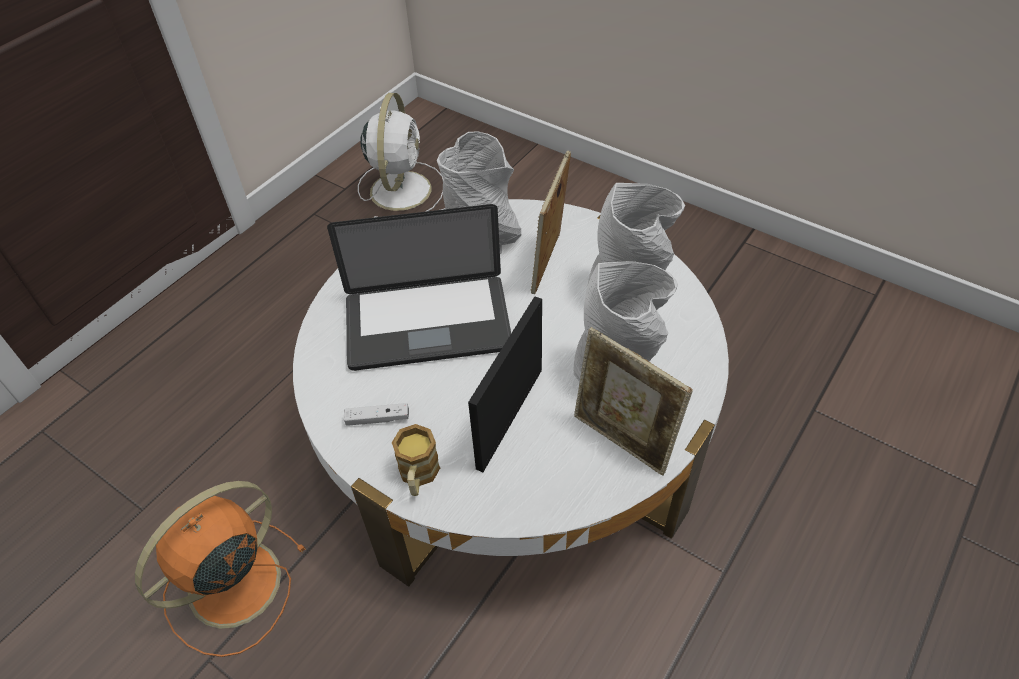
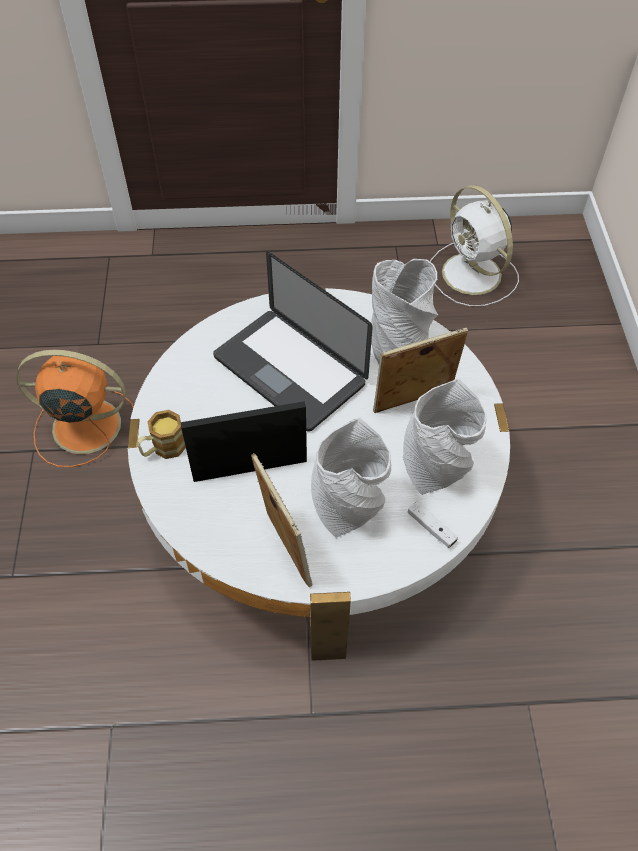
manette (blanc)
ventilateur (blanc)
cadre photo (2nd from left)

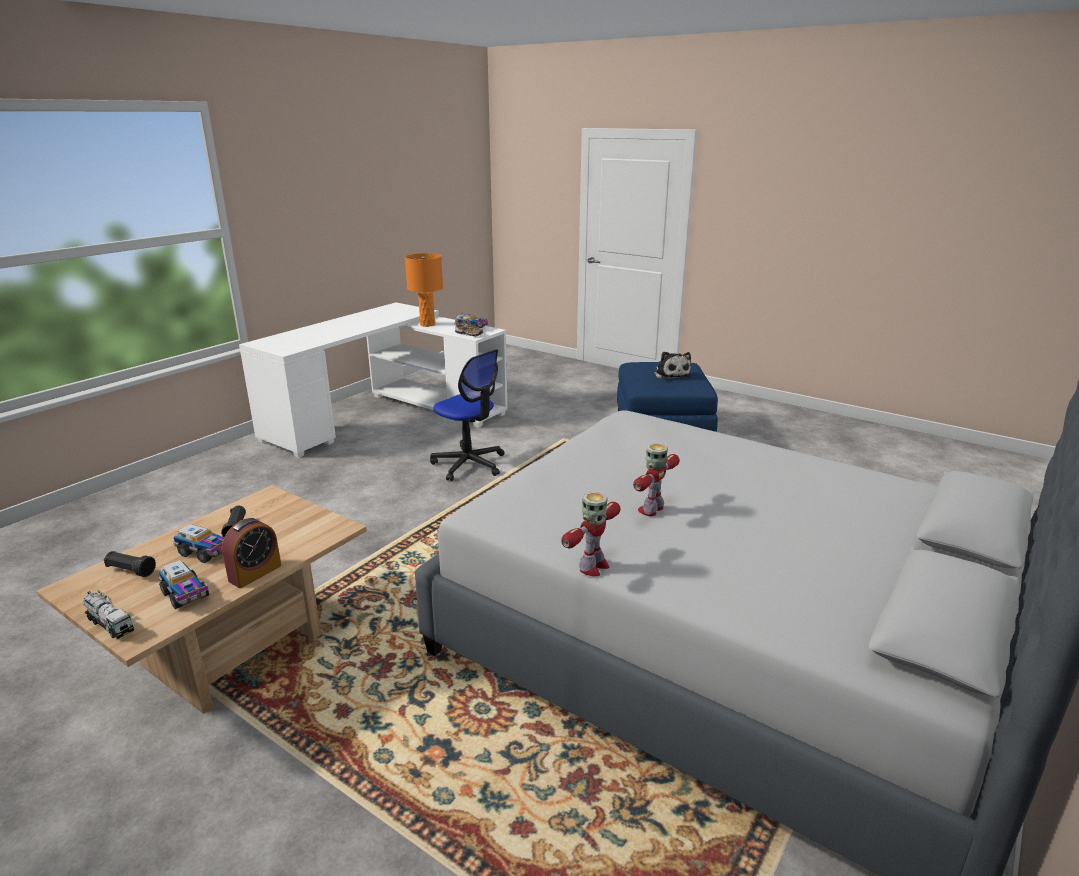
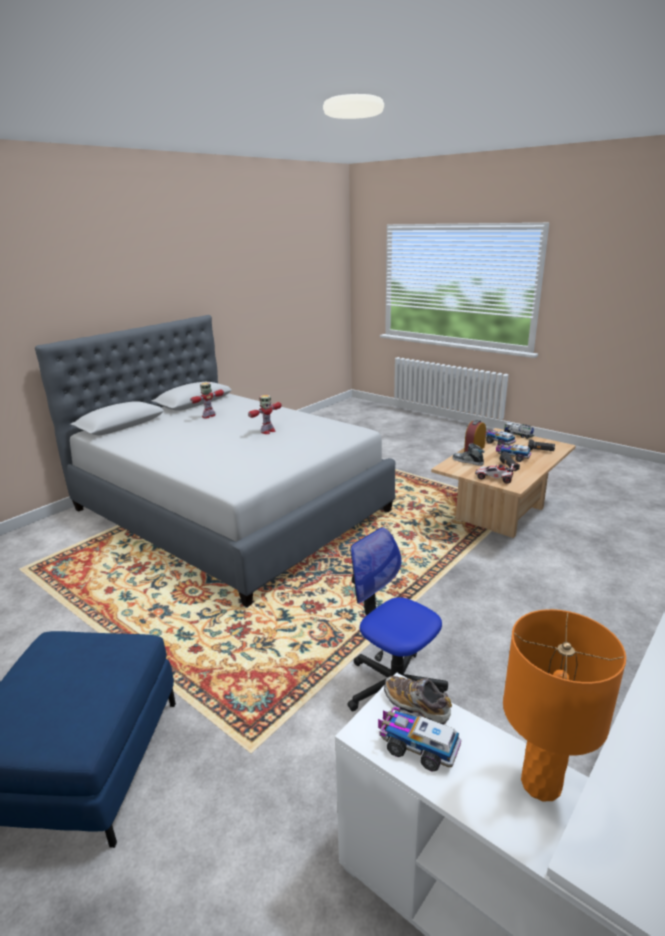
peluche
chaussure (2nd from left)
petite voiture
robot jouet (1st from left)

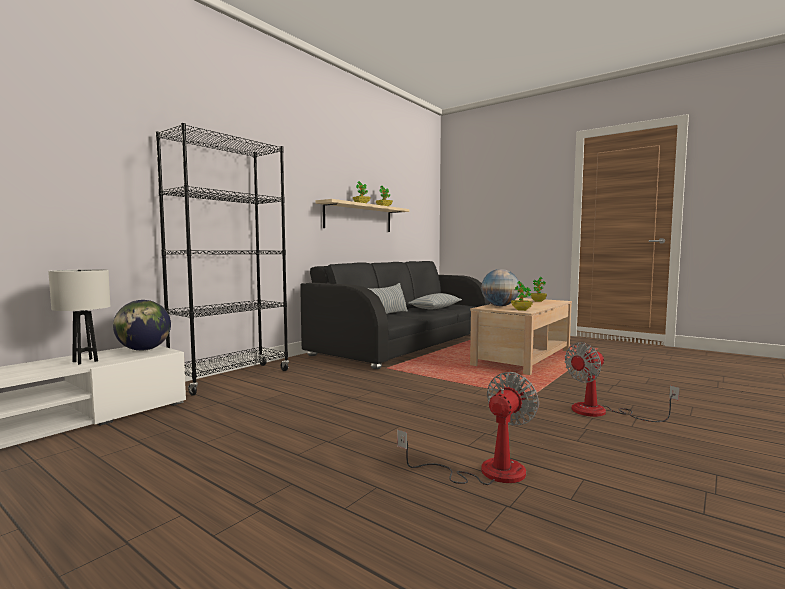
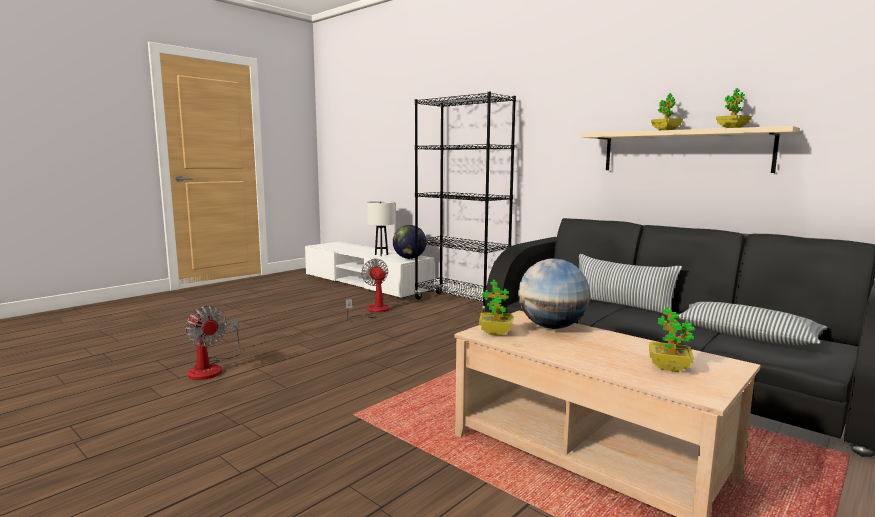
ventilateur (2nd from left)

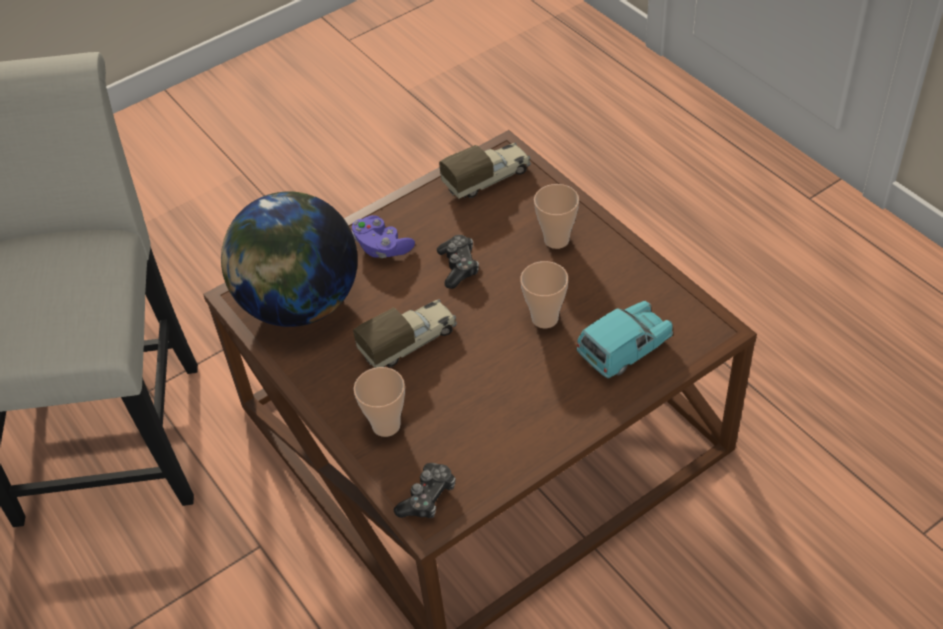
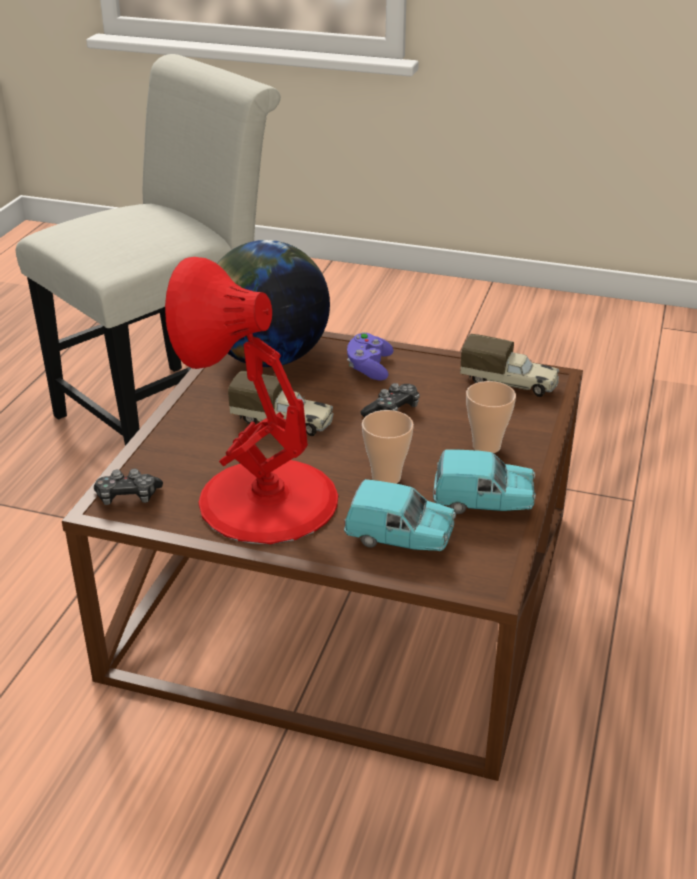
tasse (1st from left in the first image)
lampe de table (rouge)
petite voiture (turquoise) (2nd from left)

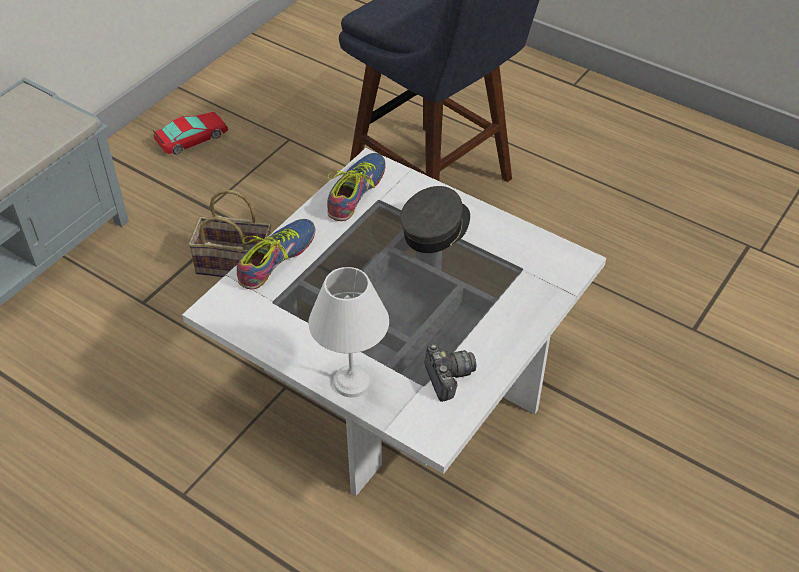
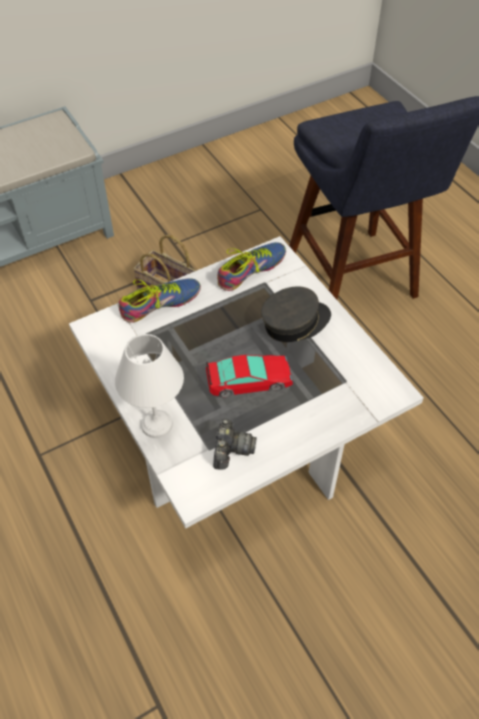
petite voiture

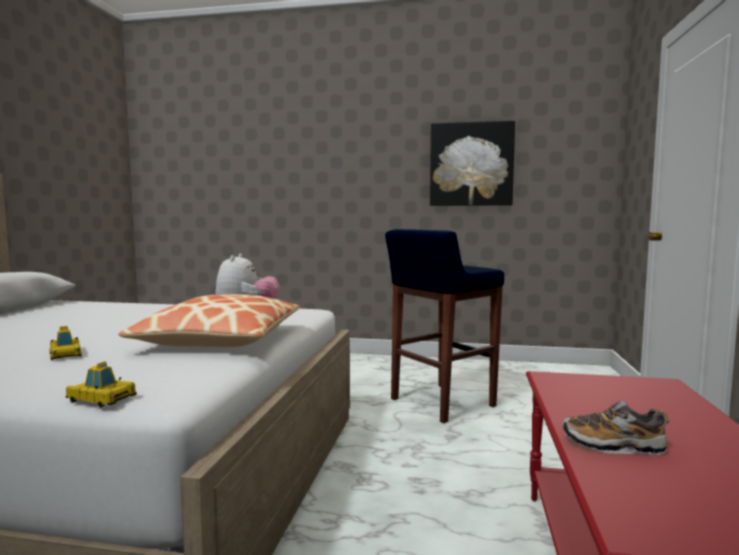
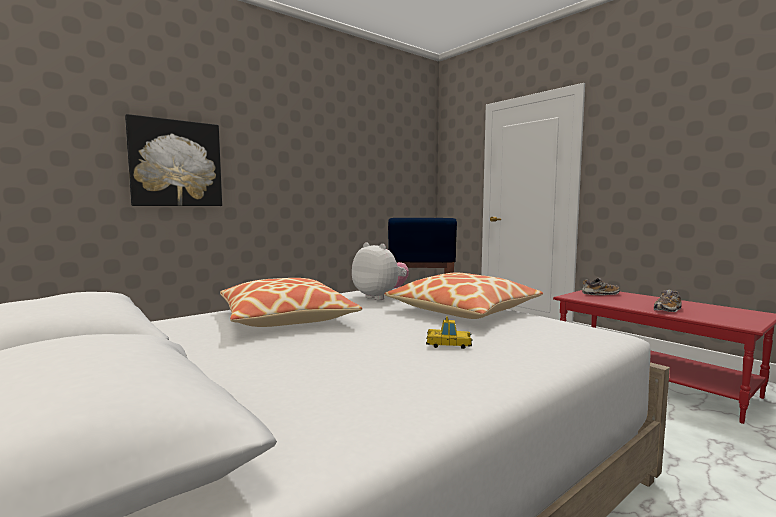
petite voiture (2nd from left in the first image)
coussin (1st from left)
chaussure (1st from left)
tableau

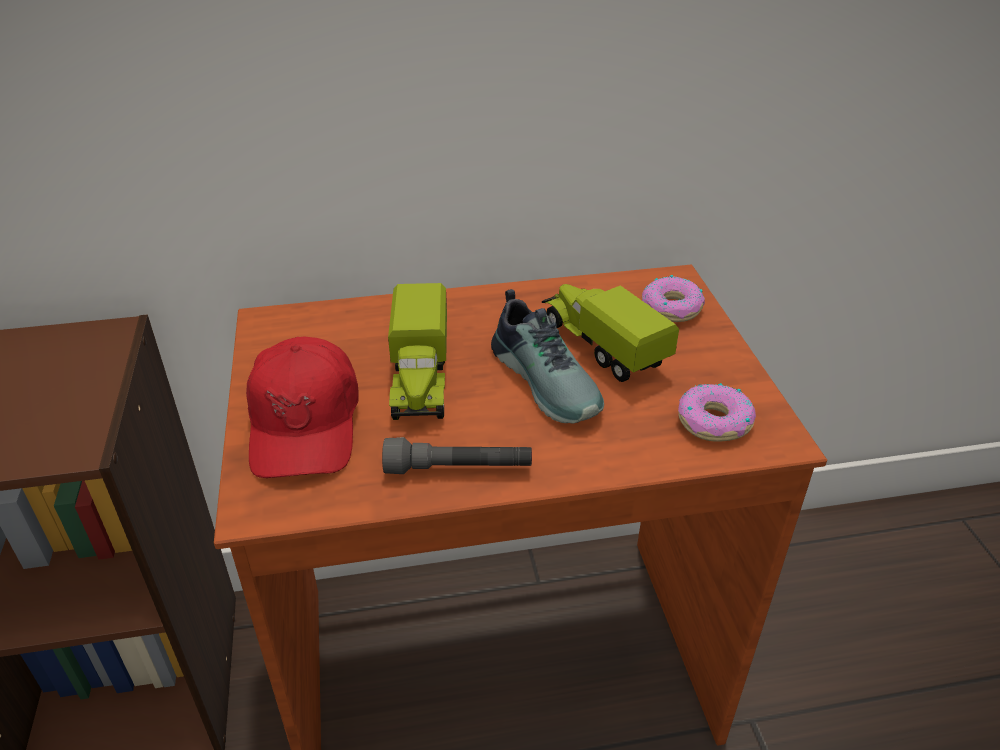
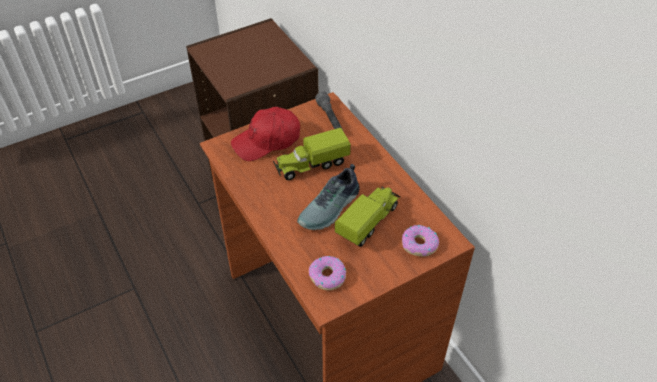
lampe de poche (gris)

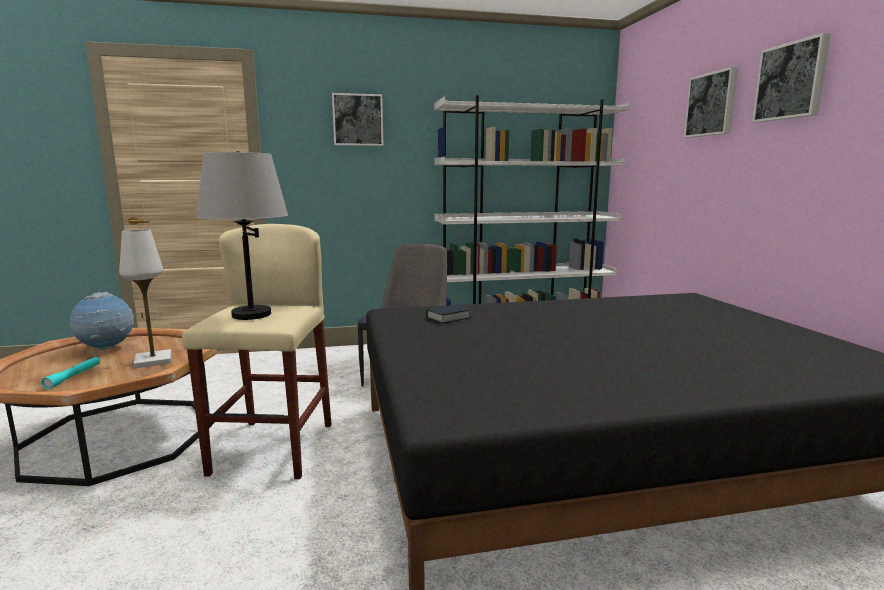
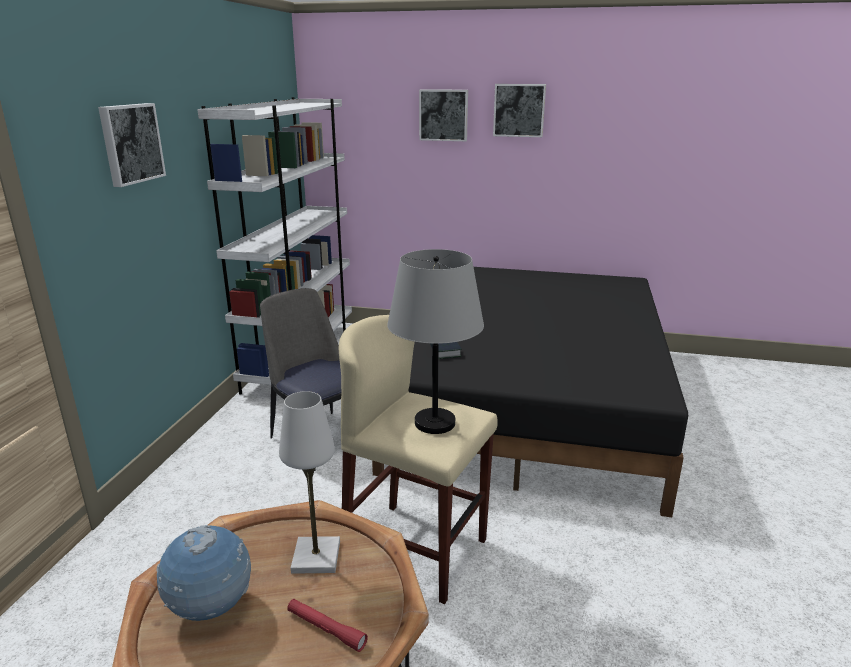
lampe de poche (rouge)

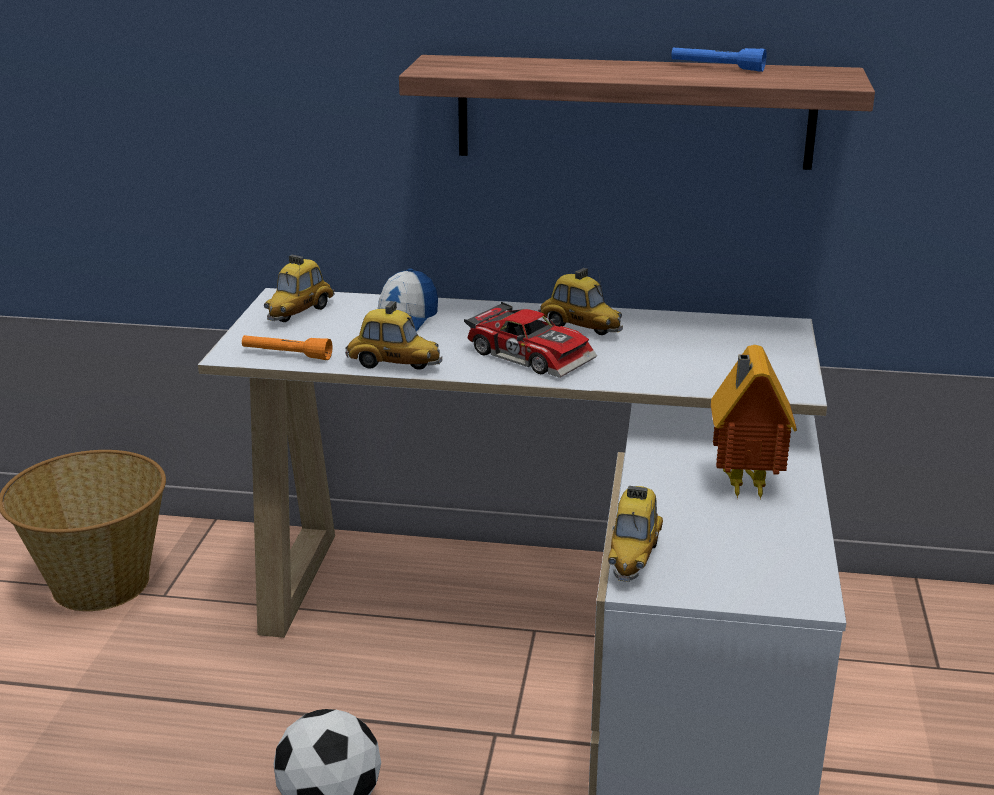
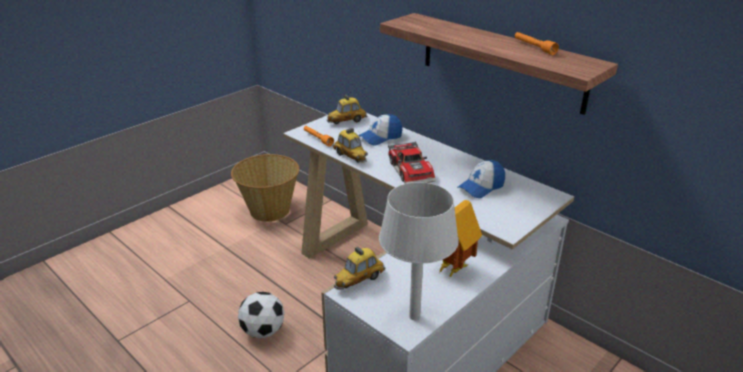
petite voiture (4th from left in the first image)
lampe de table (gris)
casquette (2nd from left)
lampe de poche (orange) (2nd from left)

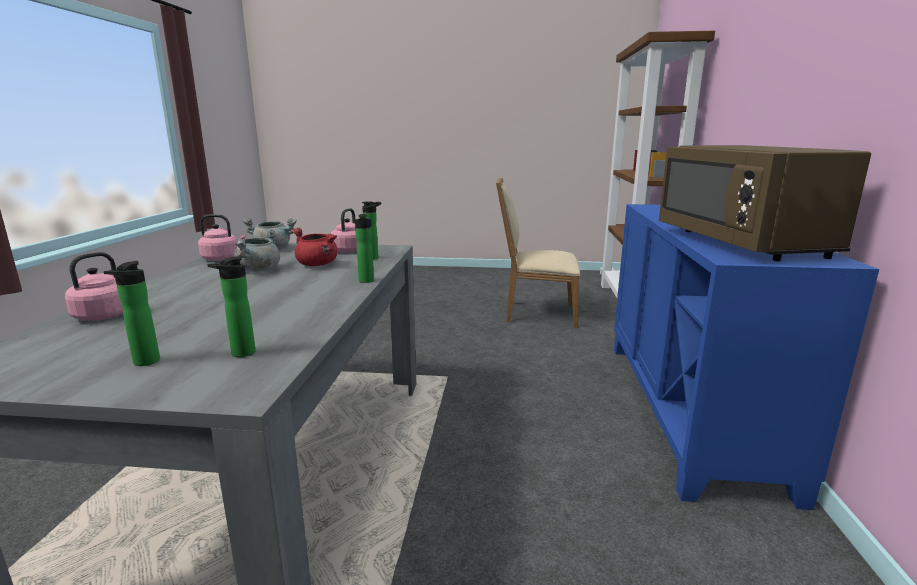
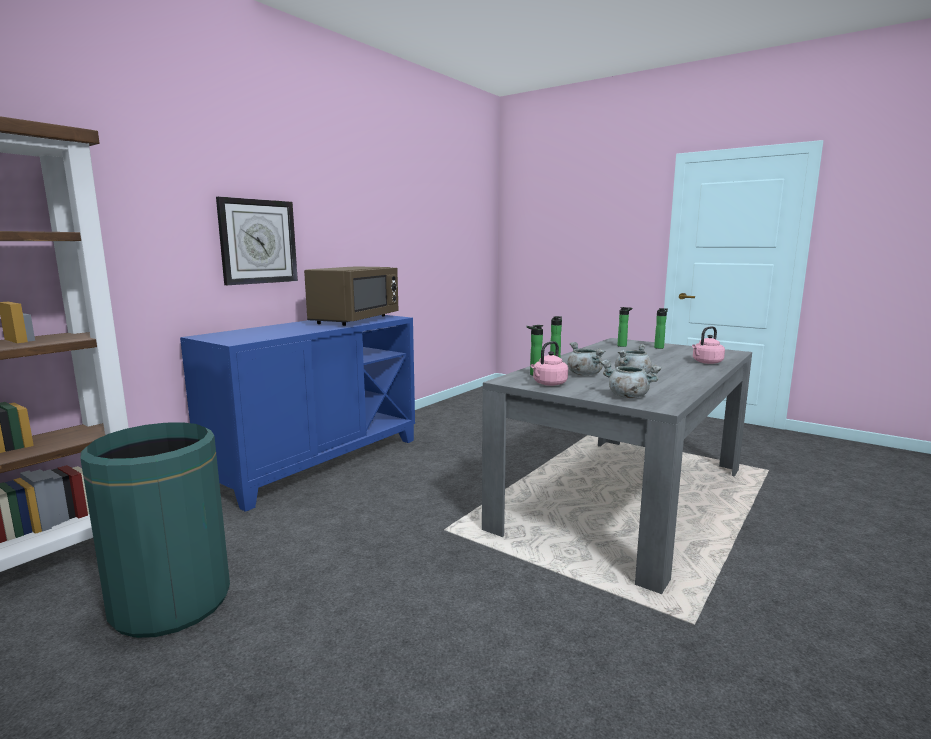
bouilloire (rose) (2nd from left in the first image)
horloge murale
poubelle (vert)
marmite (gris) (1st from left)

